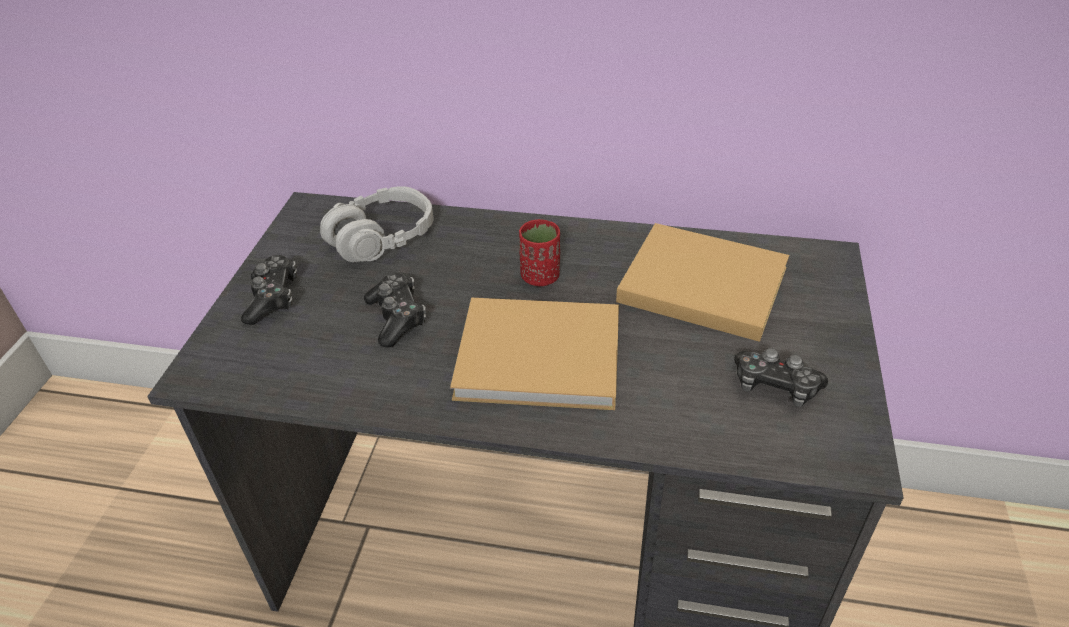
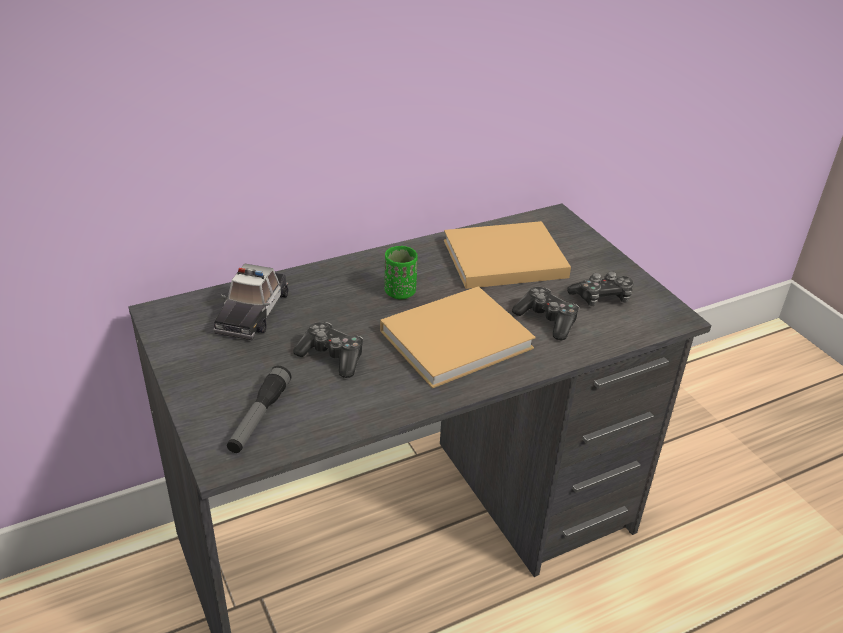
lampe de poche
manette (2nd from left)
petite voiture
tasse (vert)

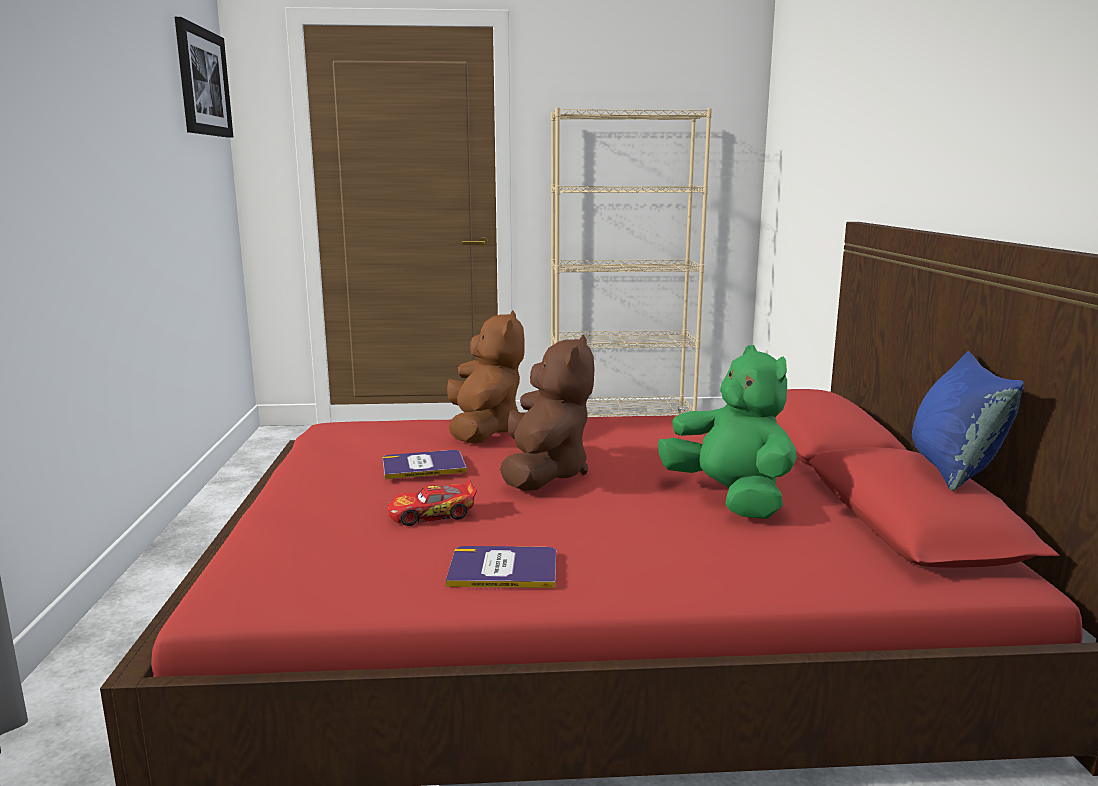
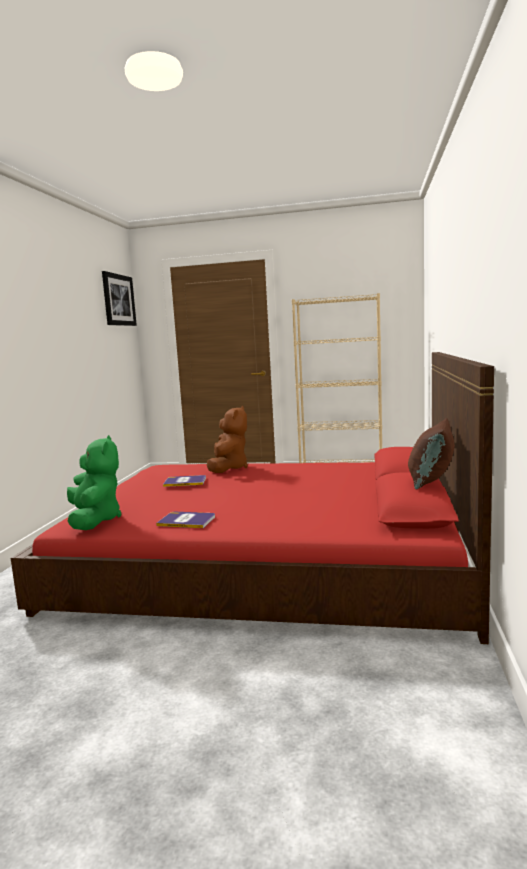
petite voiture
peluche (marron) (2nd from left in the first image)
peluche (vert)
coussin (marron)

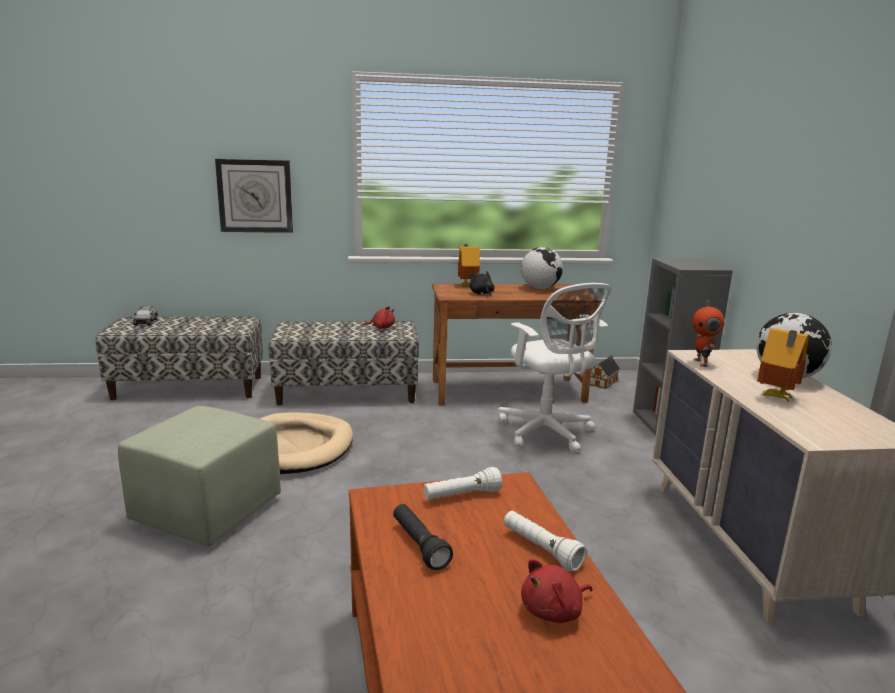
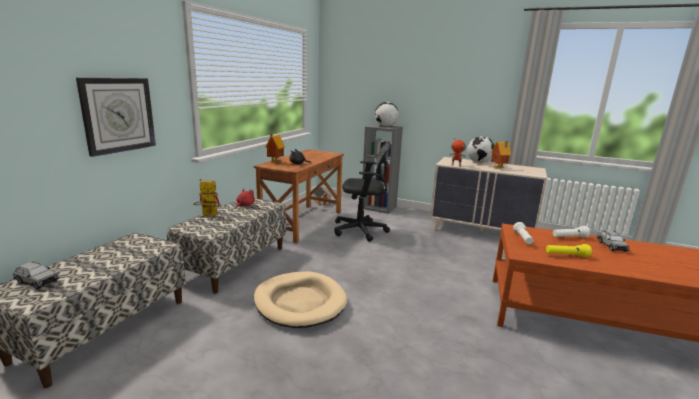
pouf (vert)
robot jouet (1st from left)
globe (1st from left)
petite voiture (gris) (2nd from left)
lampe de poche (jaune)
chaise de bureau (noir)

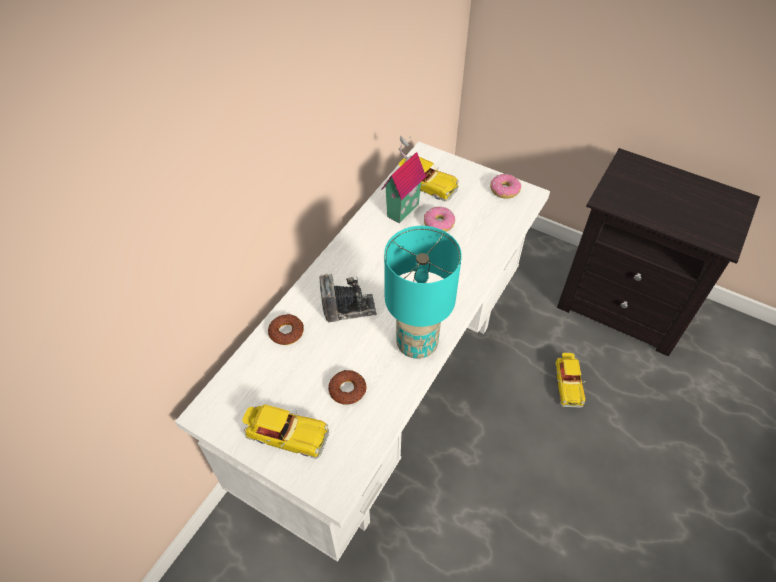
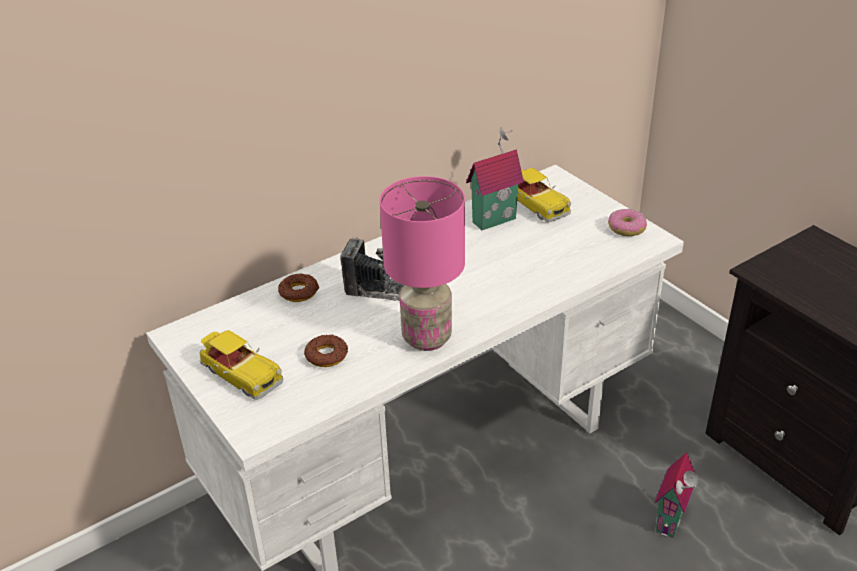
beignet (3rd from left in the first image)
maison miniature (2nd from left)
lampe de table (rose)

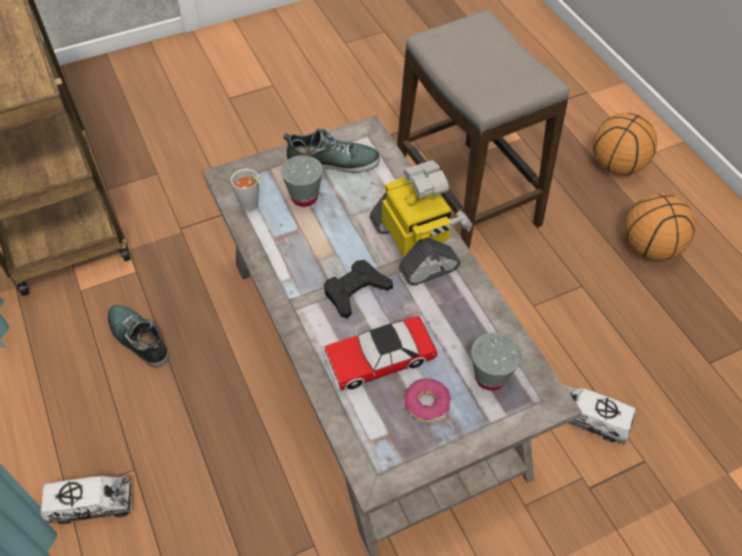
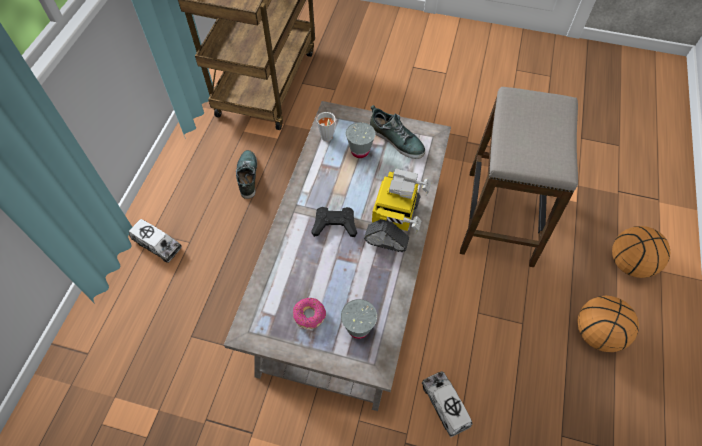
petite voiture

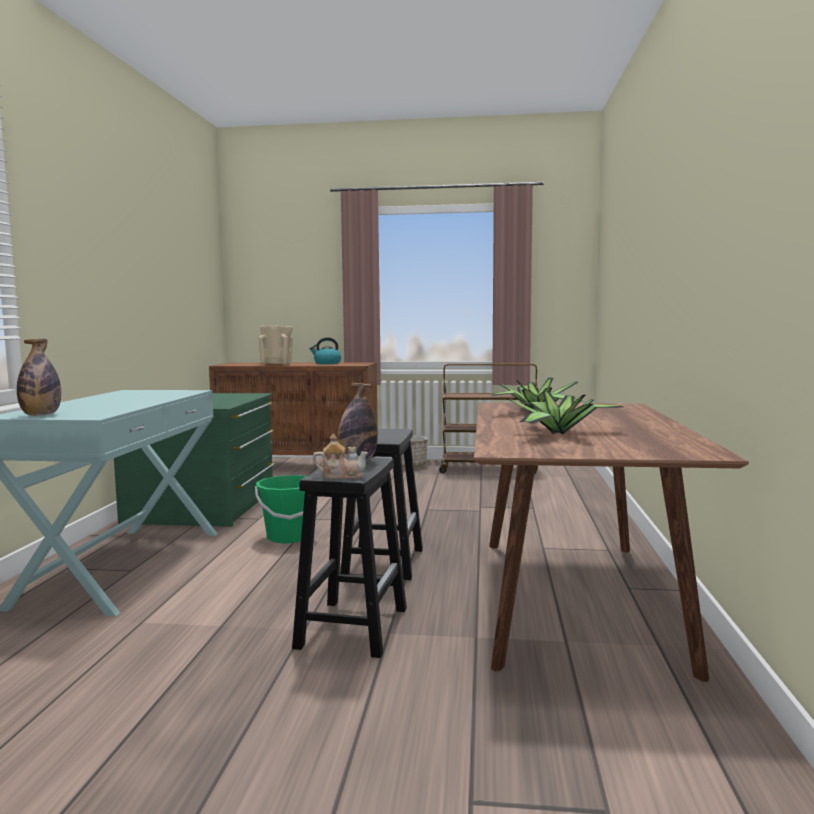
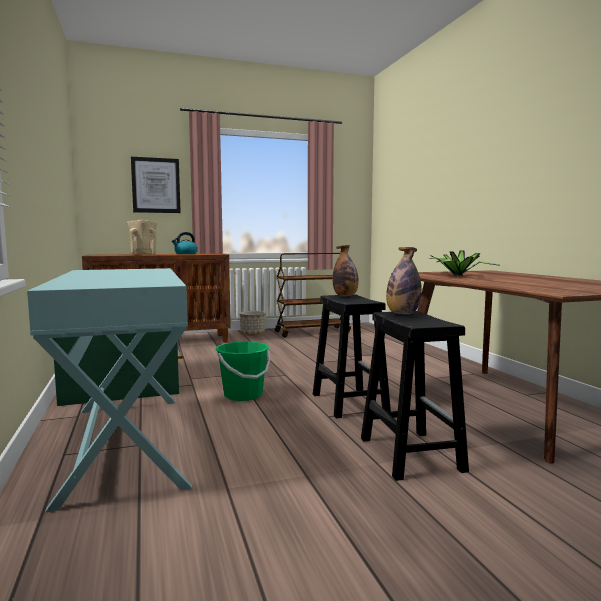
théière
plante en pot (2nd from left in the first image)
tableau
bouteille (1st from left)

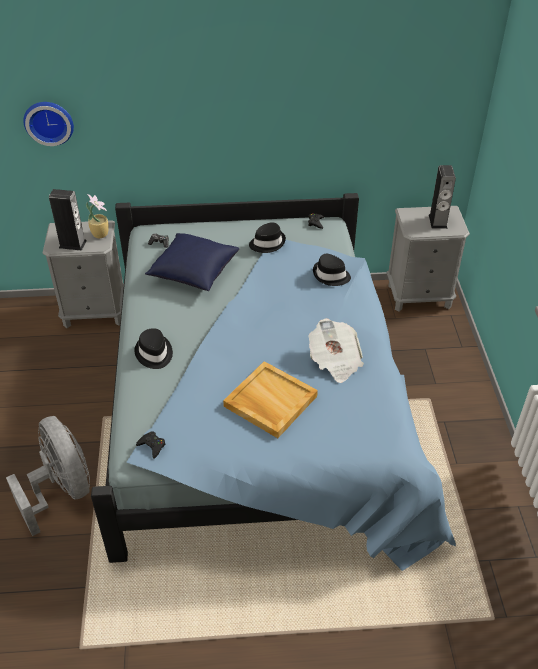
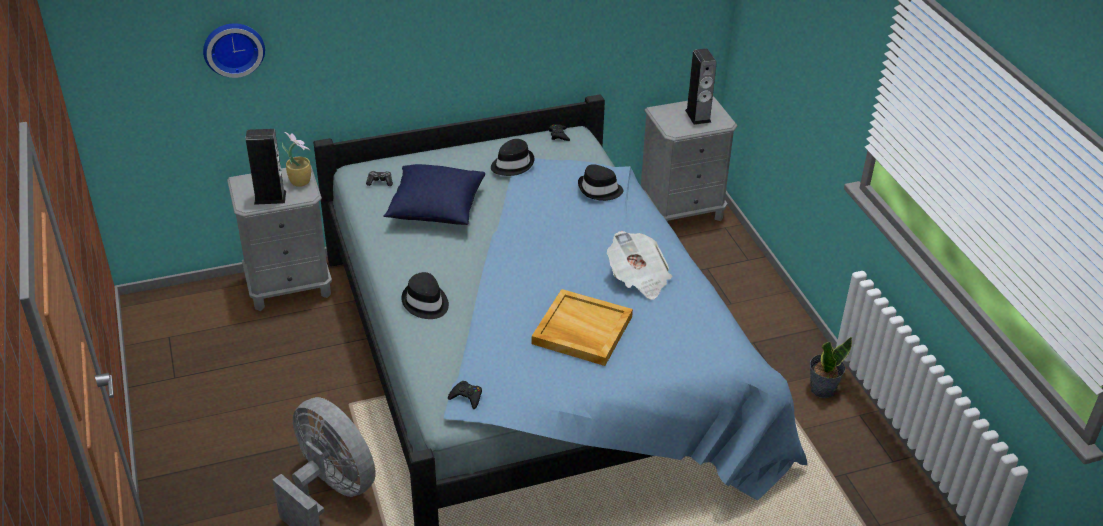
plante en pot (2nd from left)

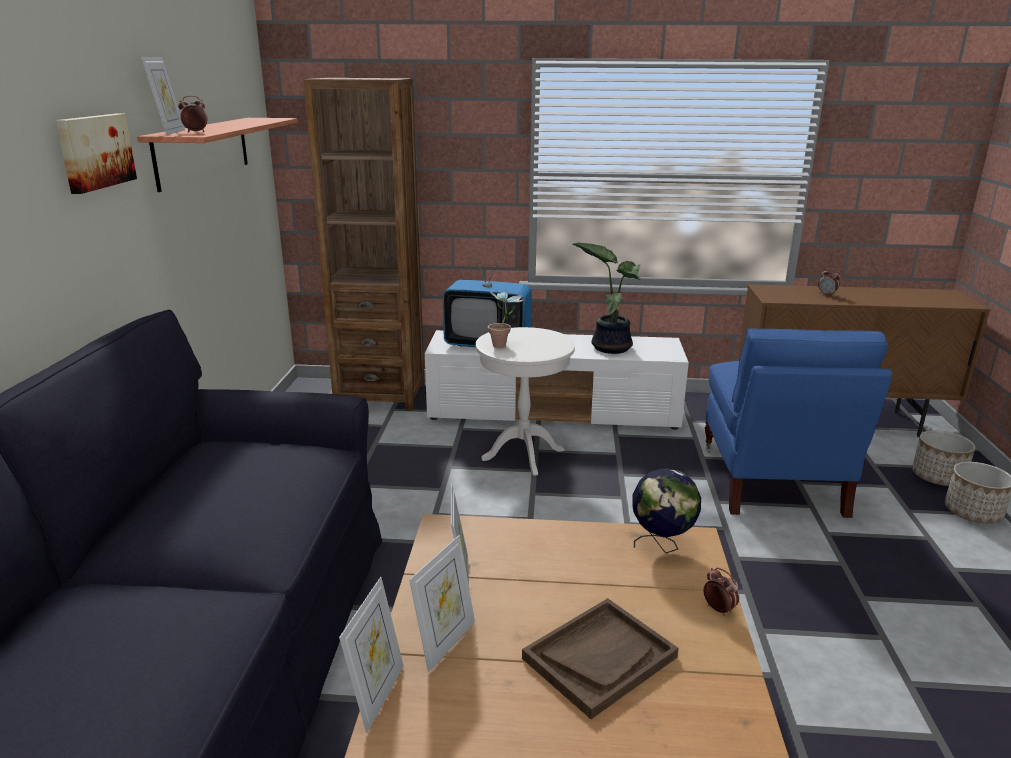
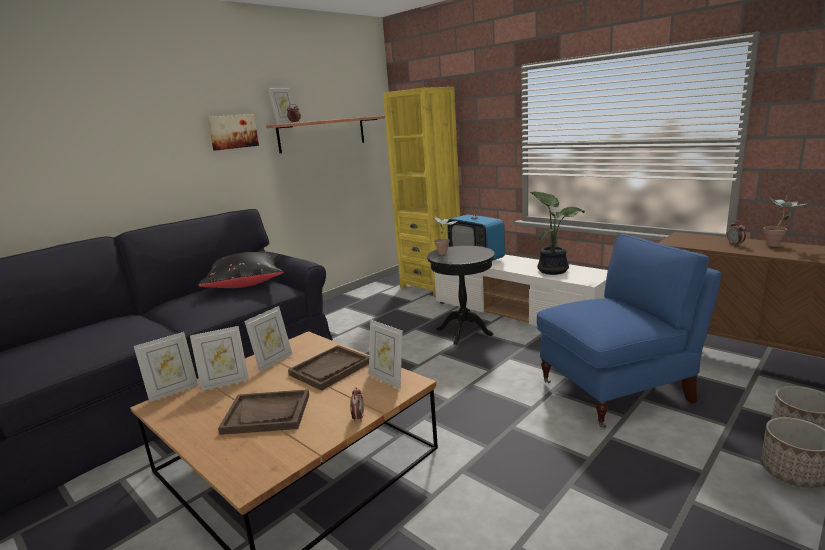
coussin (noir)
plateau (marron) (2nd from left)
plante en pot (3rd from left)
cadre photo (5th from left)
bibliothèque (jaune)
table d'appoint (noir)
fauteuil (bleu)

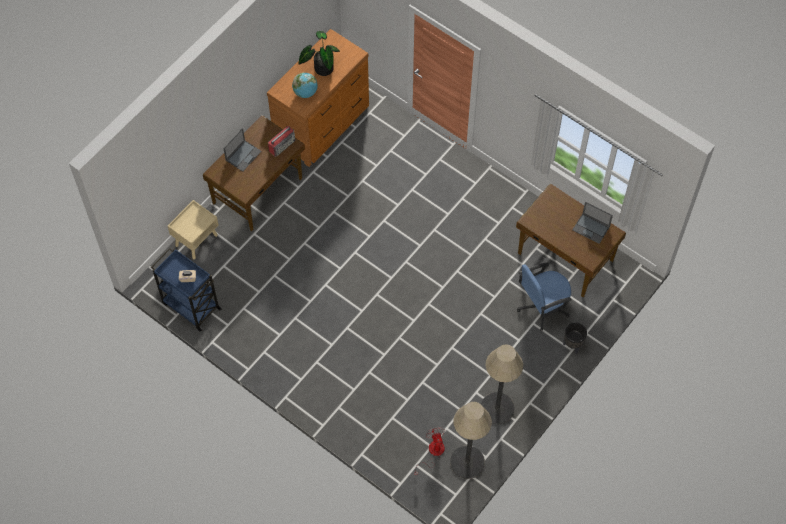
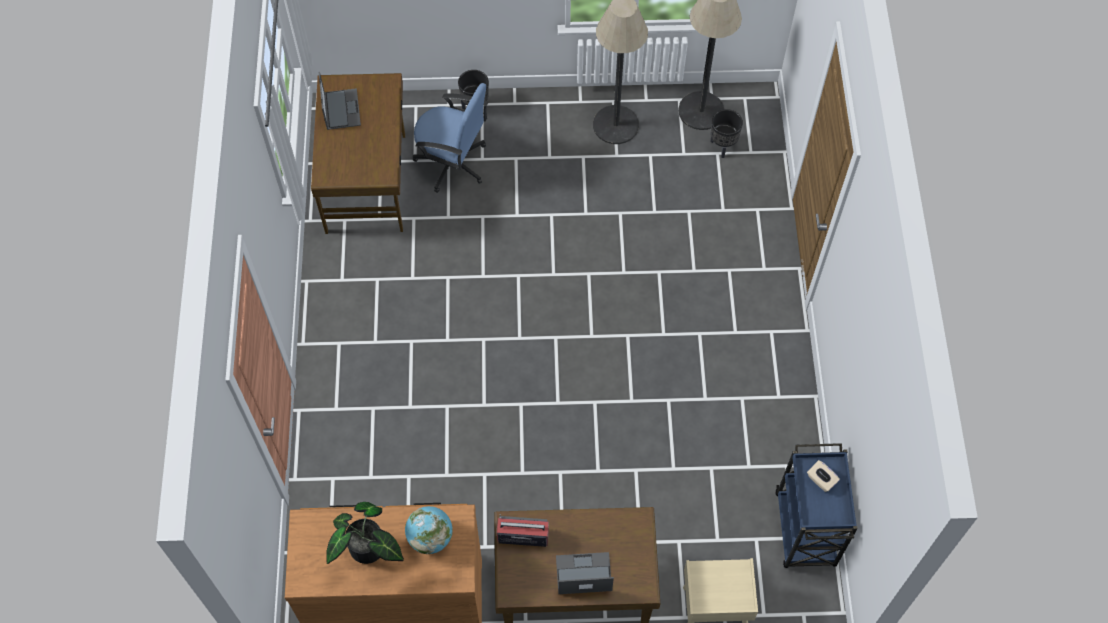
cache-pot (noir) (2nd from left)

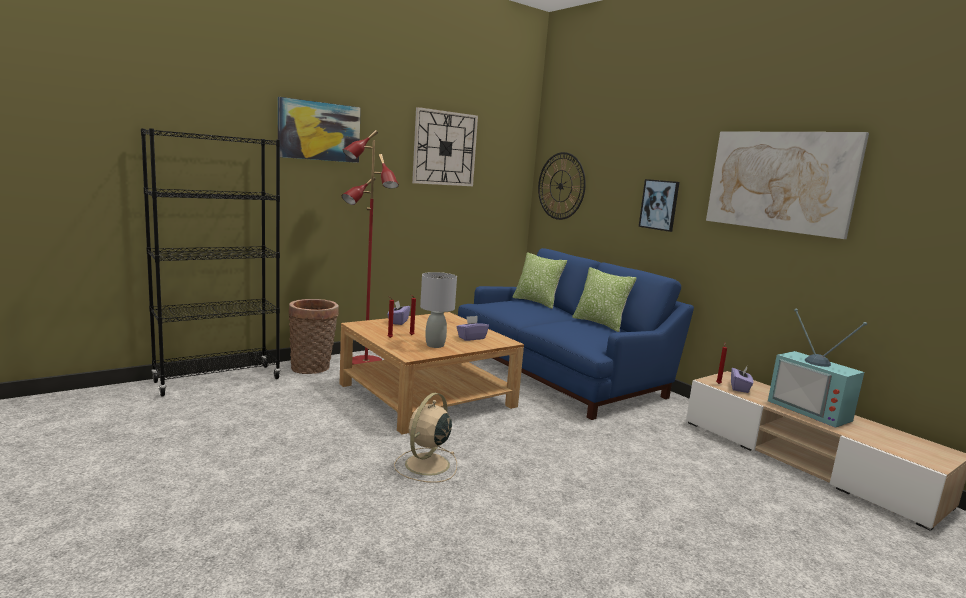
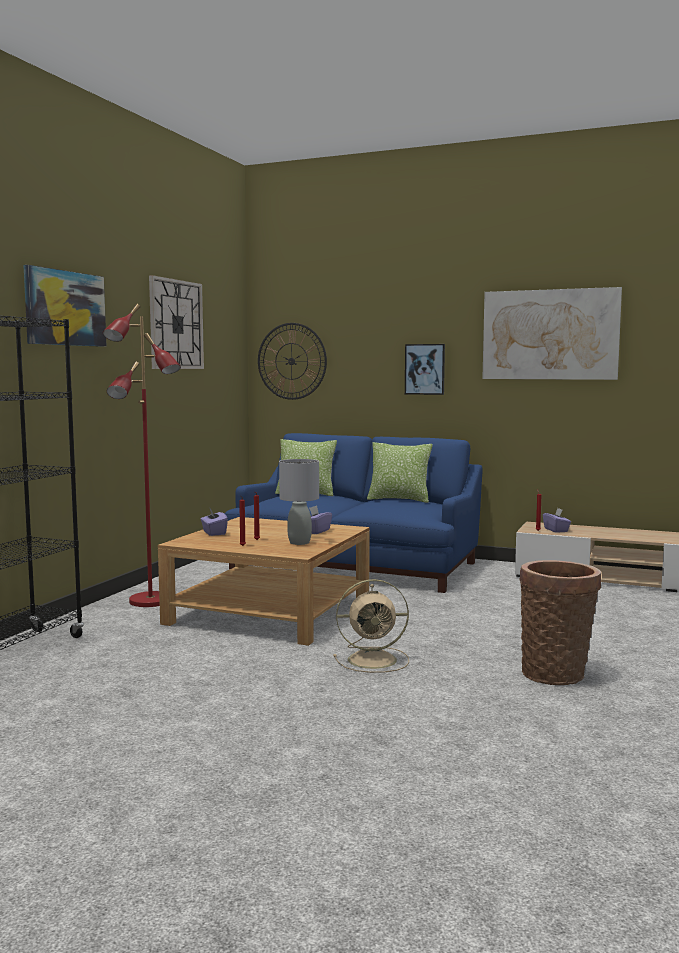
téléviseur
panier
ventilateur (beige)

